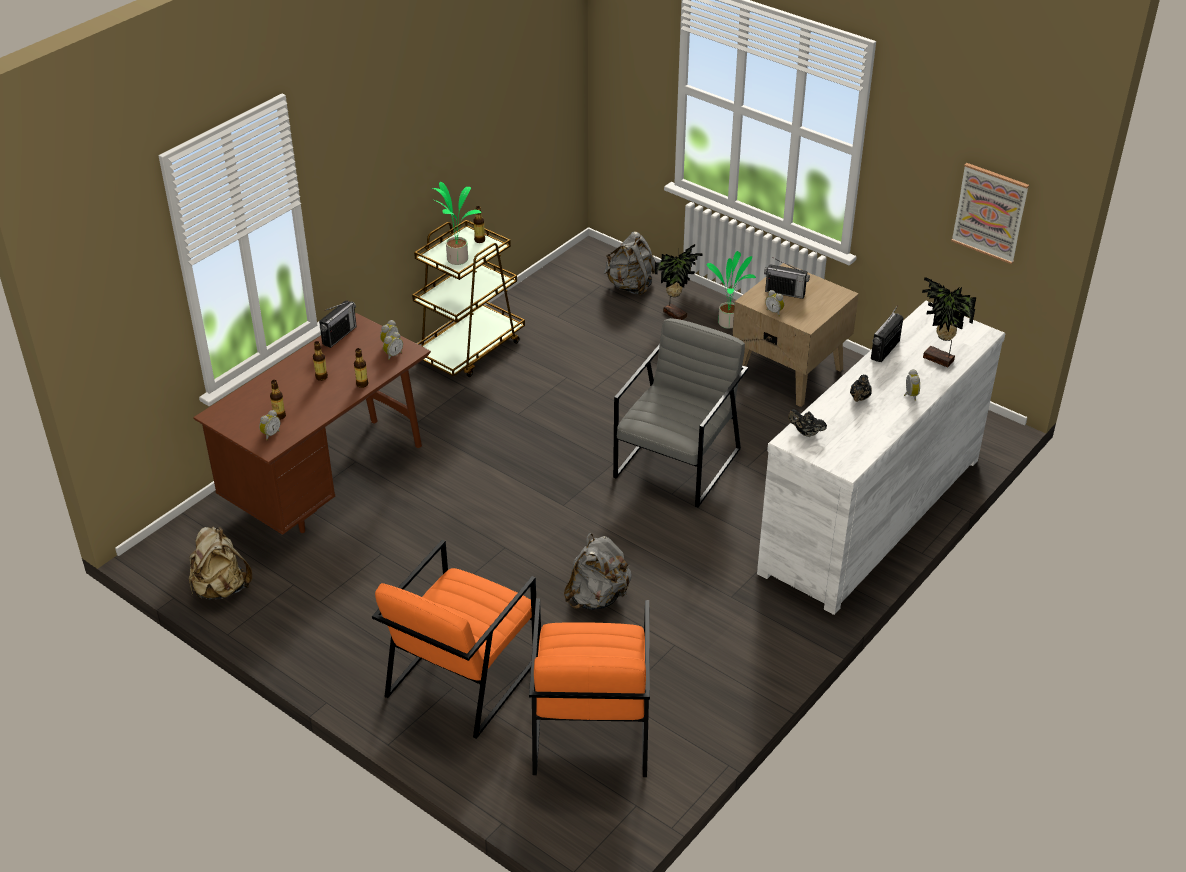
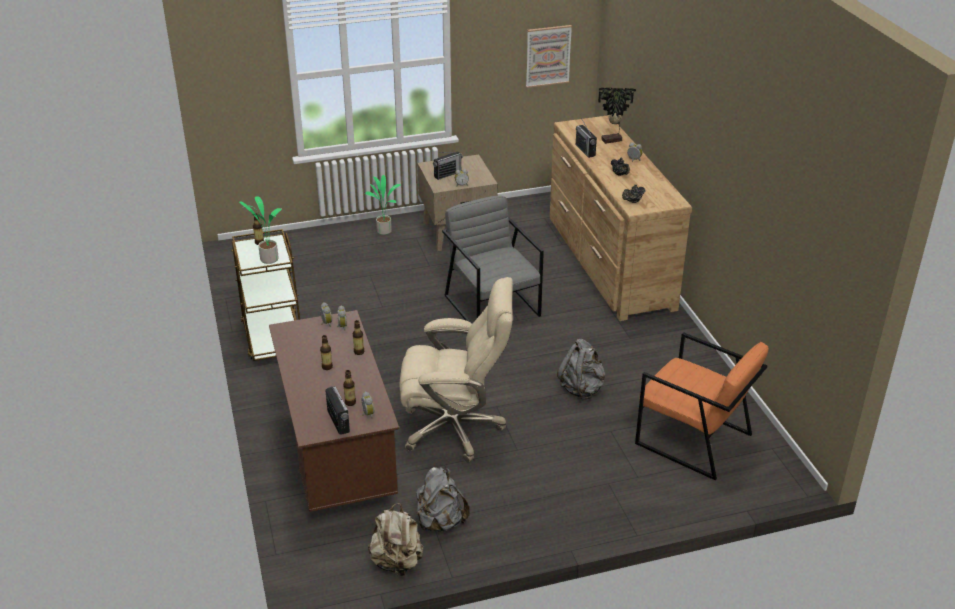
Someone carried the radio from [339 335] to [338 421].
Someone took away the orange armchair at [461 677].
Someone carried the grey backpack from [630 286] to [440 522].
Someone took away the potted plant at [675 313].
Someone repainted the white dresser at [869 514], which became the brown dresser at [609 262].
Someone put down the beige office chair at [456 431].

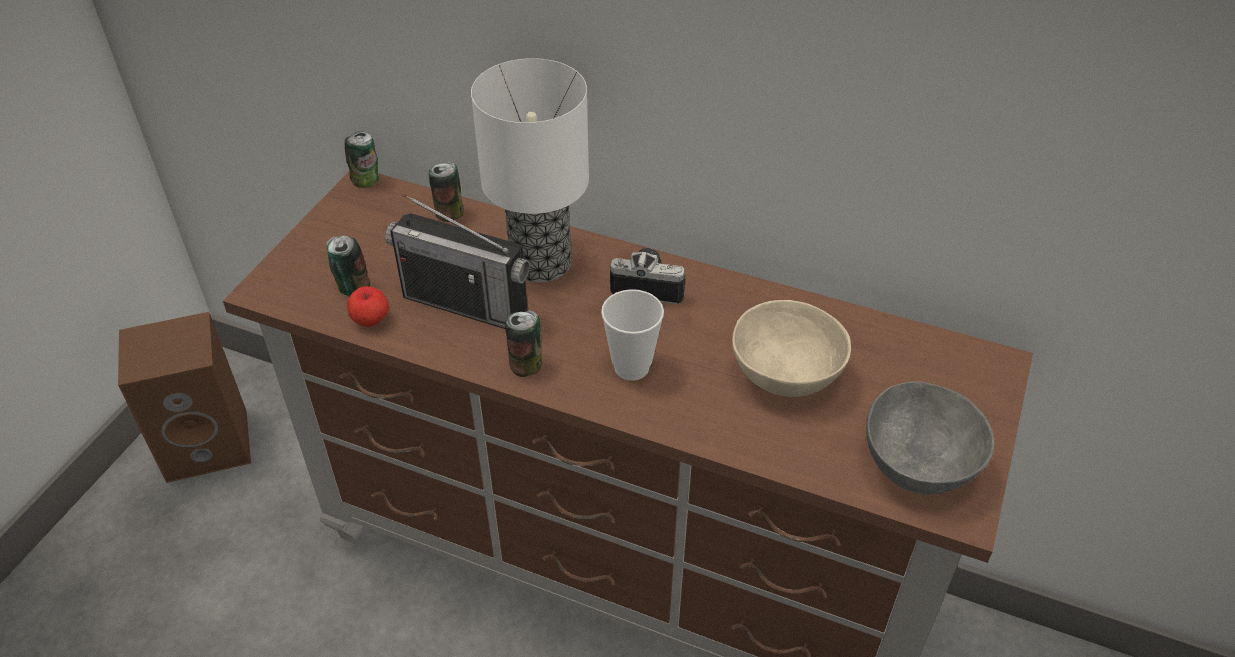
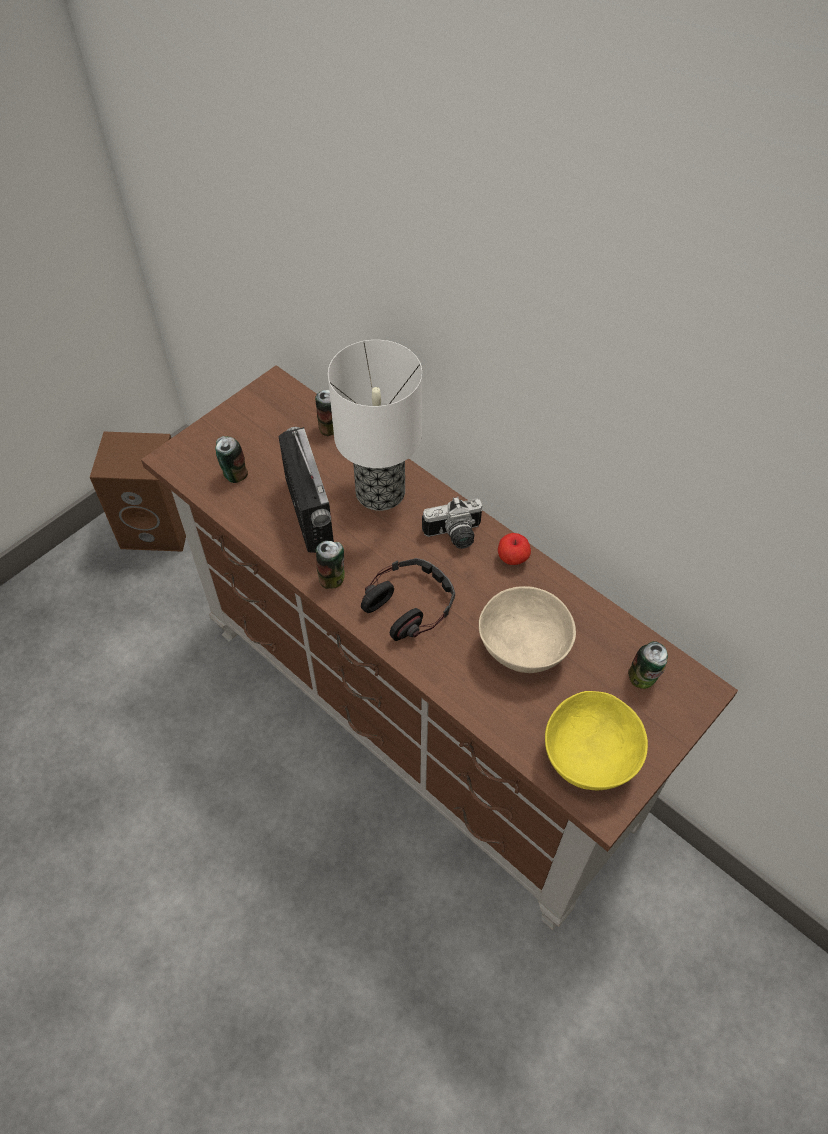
Someone carried the can from [367 181] to [643 678].
Someone carried the apple from [371 320] to [512 558].
Someone rotated the radio at [465 304] by 150 degrees counterclockwise.
Someone swapped the cup at [631 367] for the headphones at [409 604].
Someone rotated the photo camera at [649 285] by 135 degrees clockwise.
Someone repainted the grey bowl at [919 464], which became the yellow bowl at [590 756].

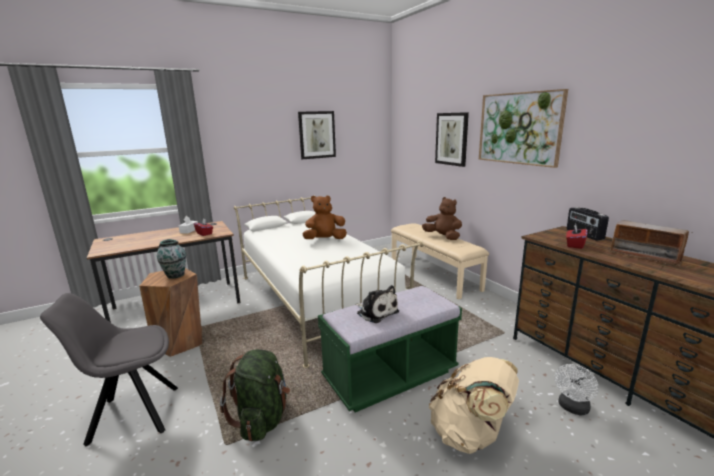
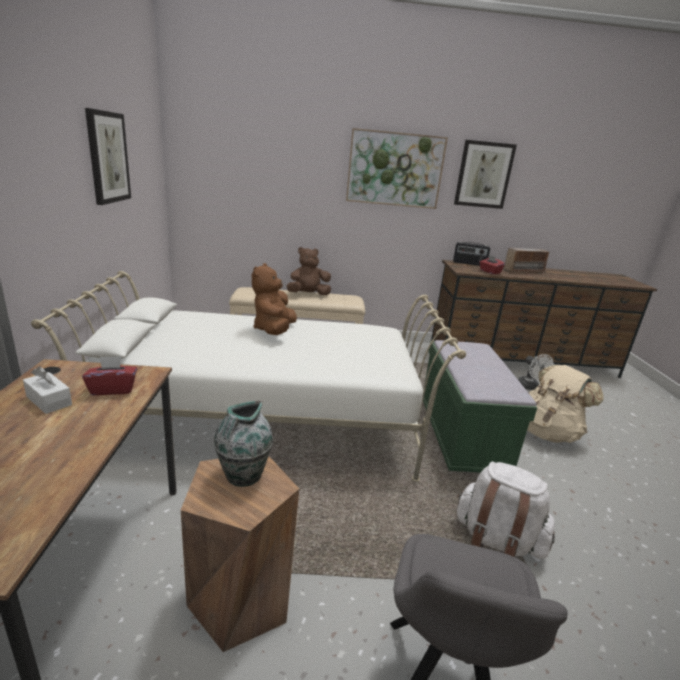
Someone repainted the green backpack at [262 419], which became the white backpack at [496 541].
Someone took away the plush toy at [376 312].
Someone carried the picture from [452 139] to [483 175].

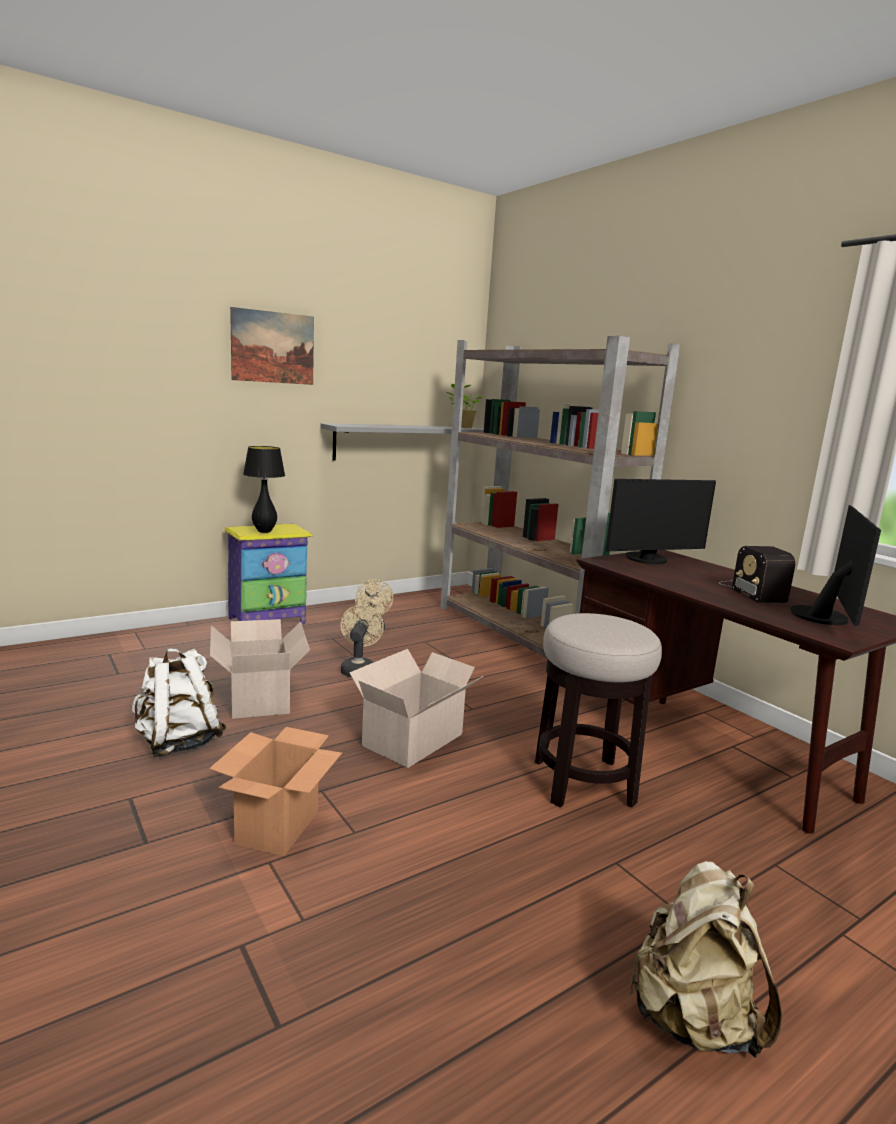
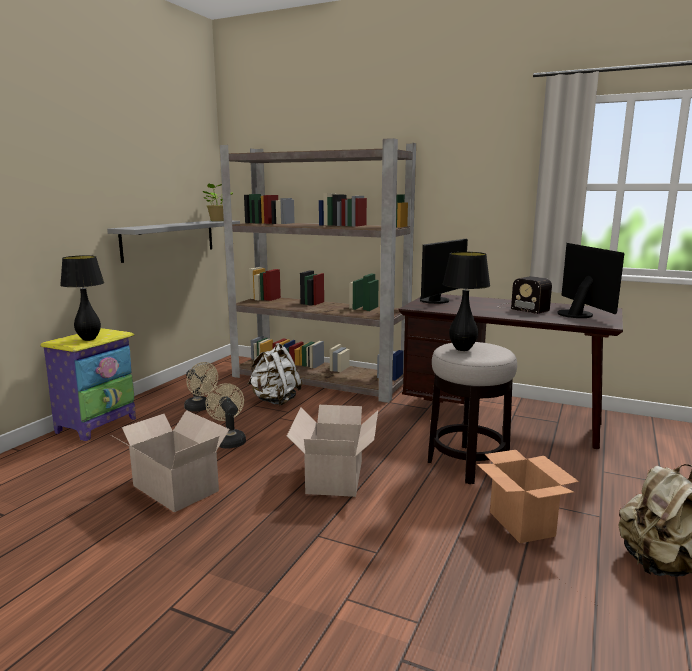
Someone carried the white backpack from [178 742] to [275 400].
Someone carried the cardboard box from [277 826] to [520 523].
Someone took away the picture at [273 347].
Someone put down the black table lamp at [462 349].

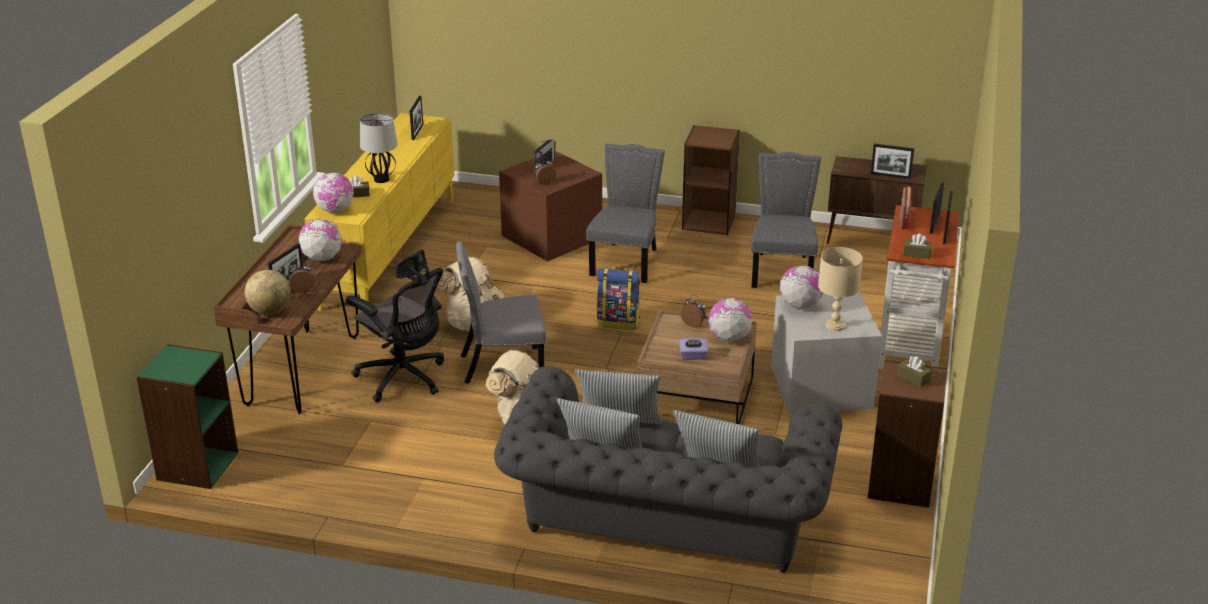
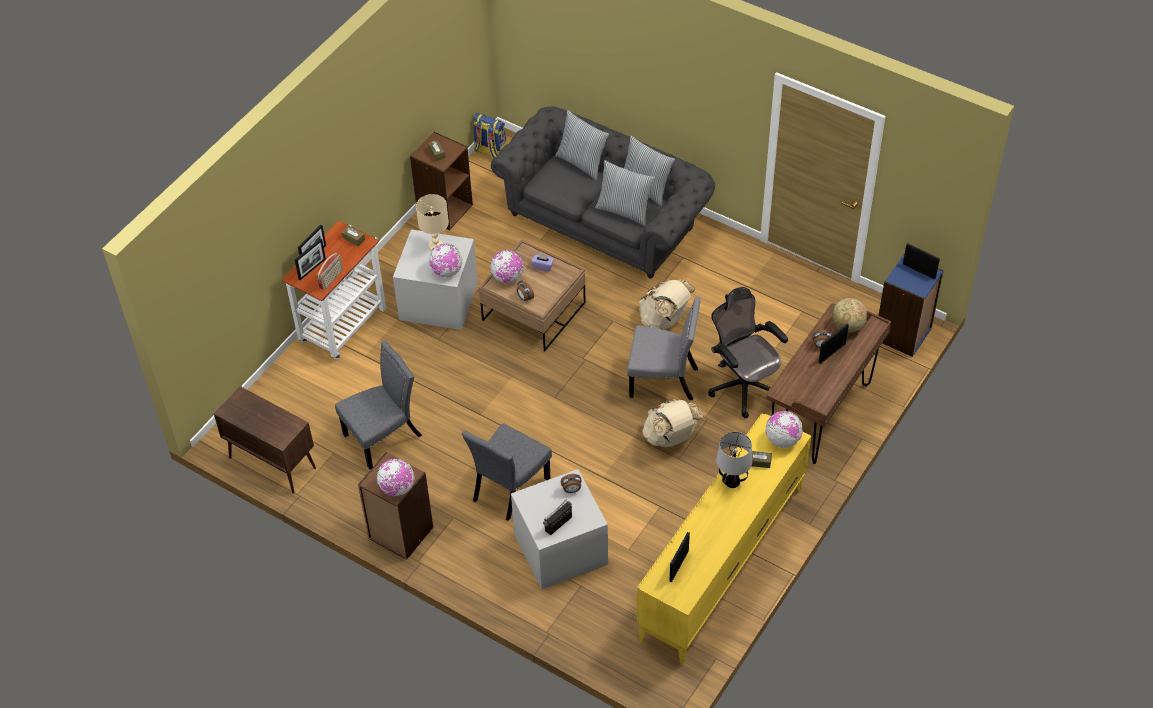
Someone repainted the green bookcase at [197 466], which became the blue bookcase at [903 334].
Someone carried the globe from [322 258] to [397 488].
Someone repainted the brown storage box at [551 236], which became the grey storage box at [560 550].
Someone carried the backpack from [618 322] to [490 151].
Someone rotated the grey chair at [782 273] by 150 degrees counterclockwise.
Someone carried the picture frame from [890 175] to [919 271].

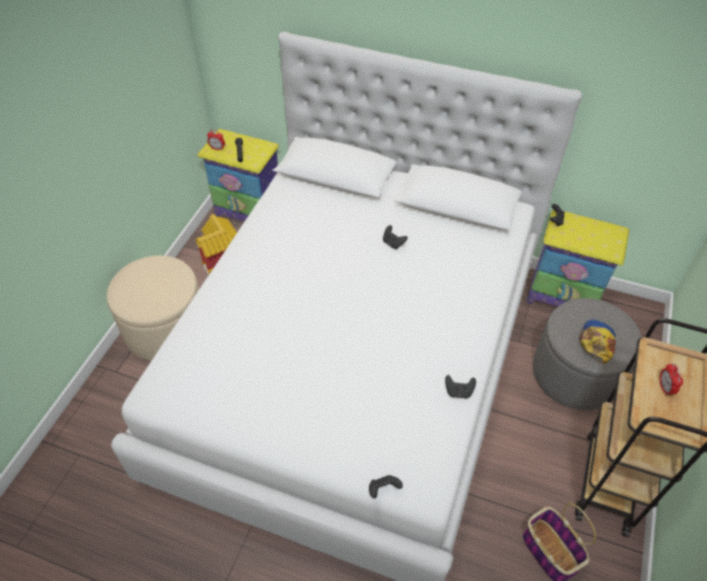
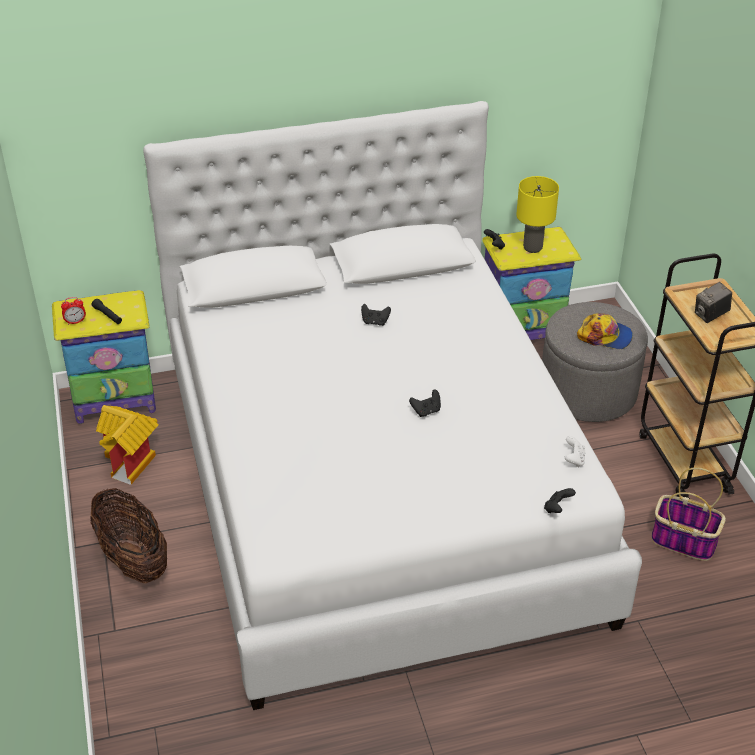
Someone swapped the beige ottoman at [166 329] for the basket at [133 559].
Someone carried the black game controller from [458 392] to [426 411].
Someone rotated the cap at [596 342] by 120 degrees clockwise.
Someone swapped the alarm clock at [664 388] for the photo camera at [710 315].
Someone put down the yellow table lamp at [531 248].
Someone put down the white game controller at [574 460].

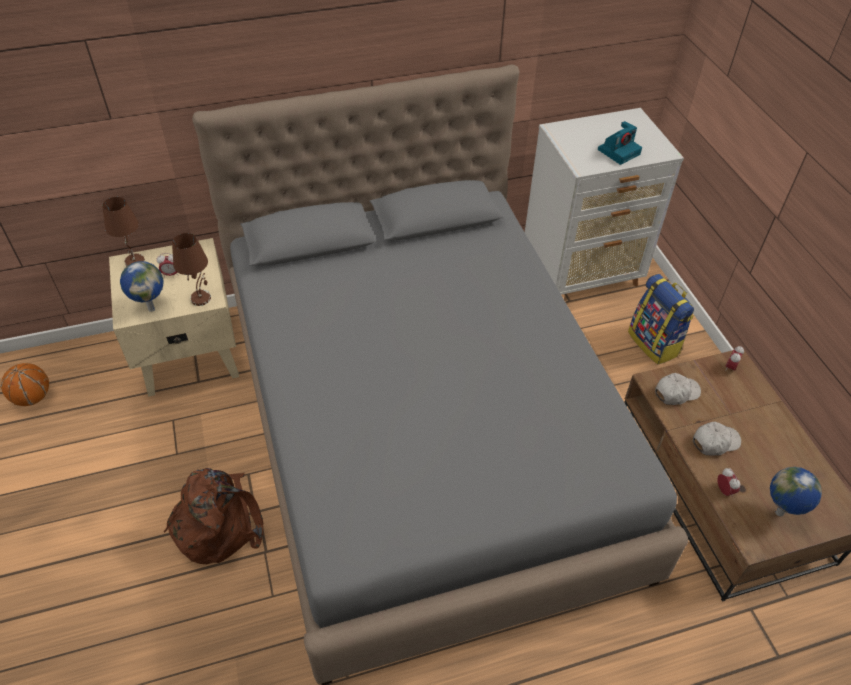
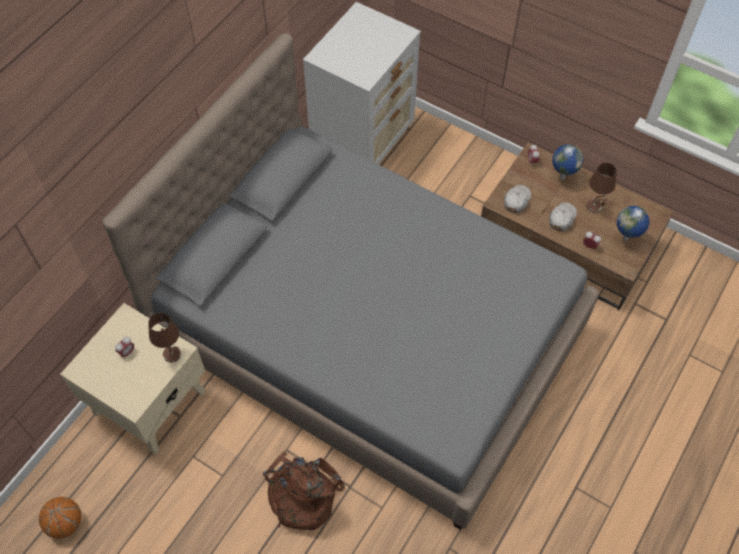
Someone carried the brown table lamp from [135 262] to [594 206].
Someone carried the globe from [151 308] to [561 177].
Someone took away the photo camera at [619 151].
Someone took away the backpack at [654 343].

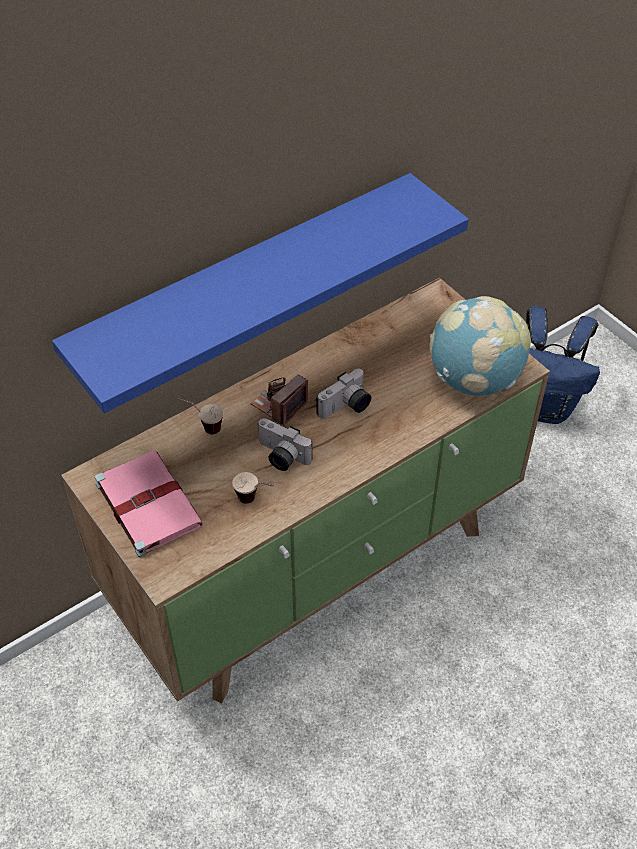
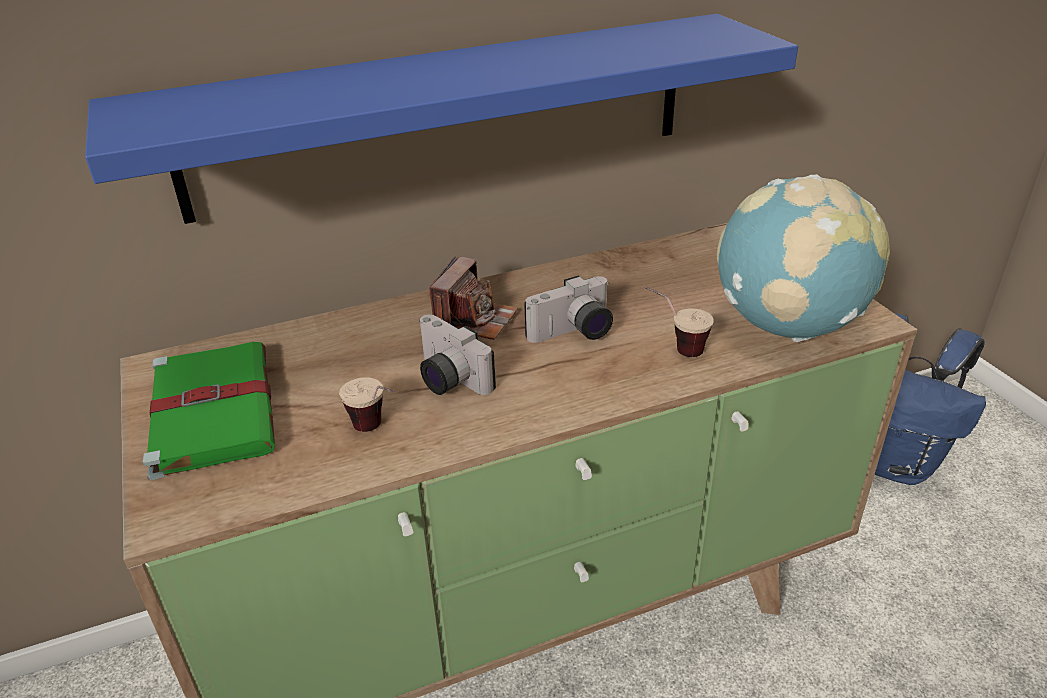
Someone repainted the pink book at [147 503], which became the green book at [212 409].
Someone carried the cup from [203 427] to [674 347].
Someone rotated the photo camera at [280 405] by 150 degrees clockwise.

